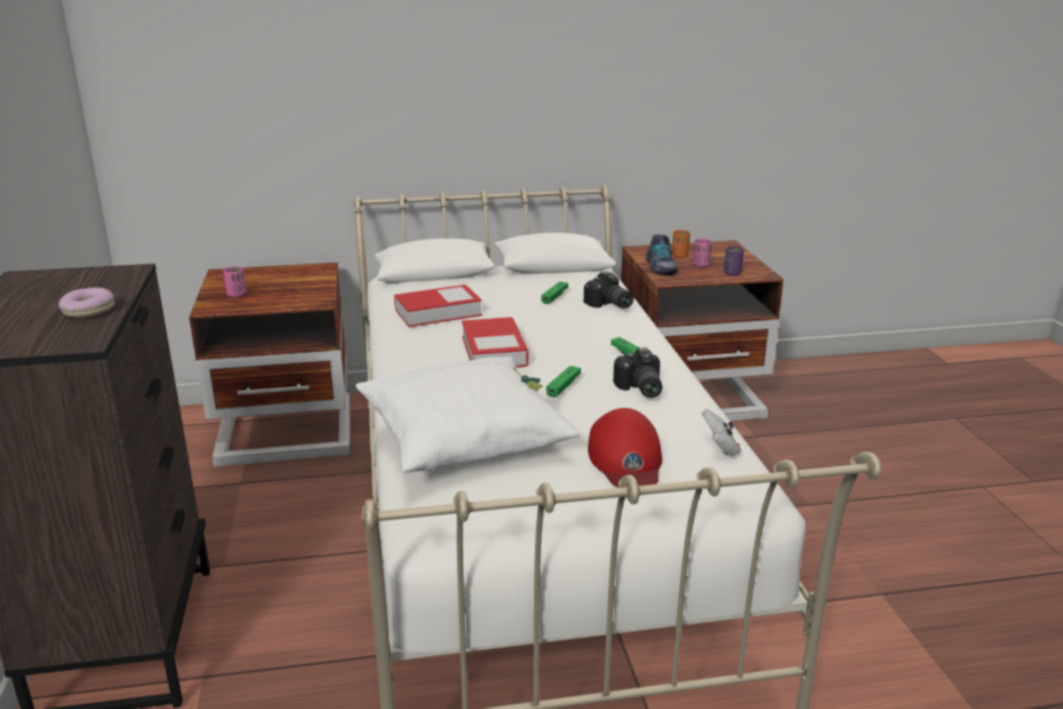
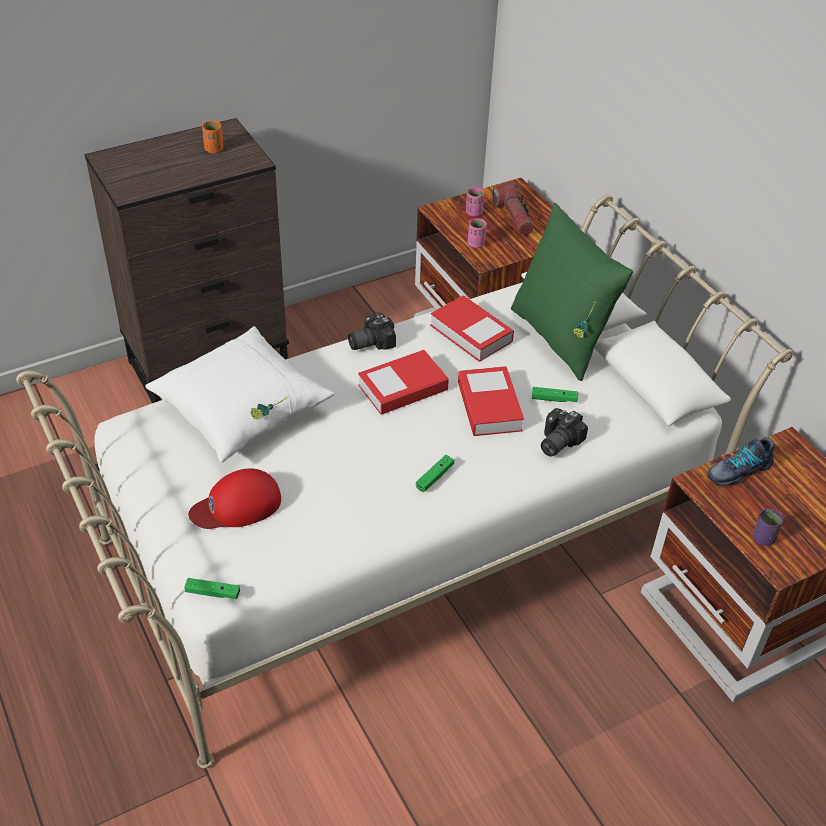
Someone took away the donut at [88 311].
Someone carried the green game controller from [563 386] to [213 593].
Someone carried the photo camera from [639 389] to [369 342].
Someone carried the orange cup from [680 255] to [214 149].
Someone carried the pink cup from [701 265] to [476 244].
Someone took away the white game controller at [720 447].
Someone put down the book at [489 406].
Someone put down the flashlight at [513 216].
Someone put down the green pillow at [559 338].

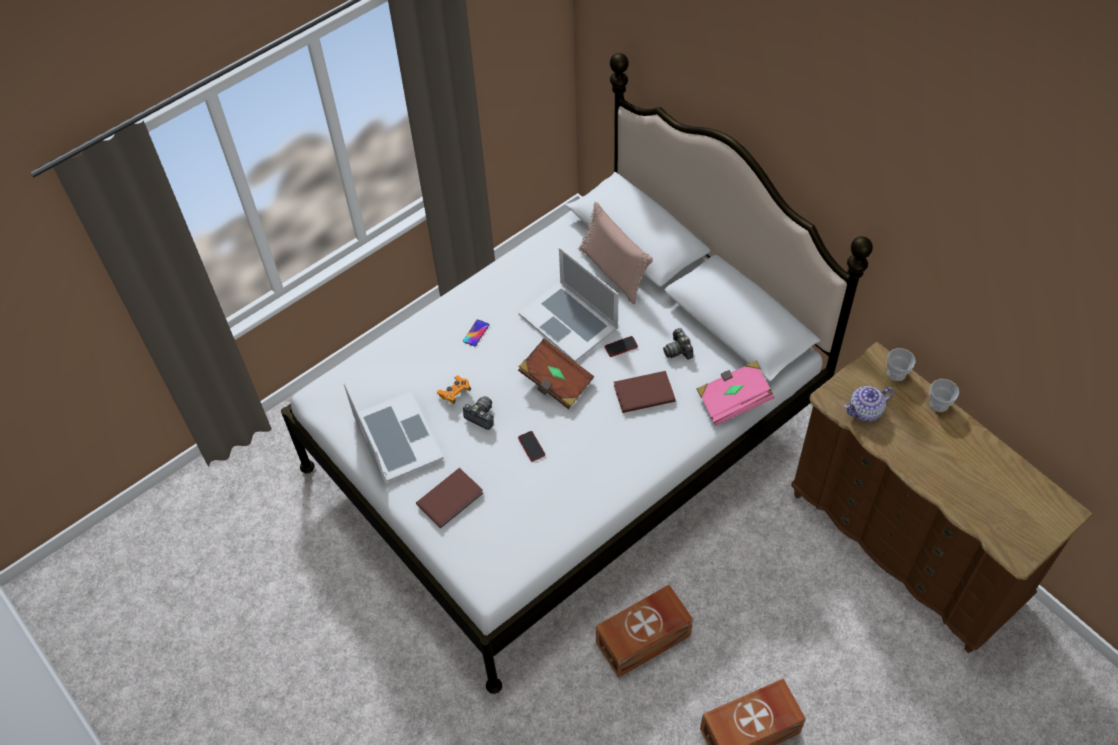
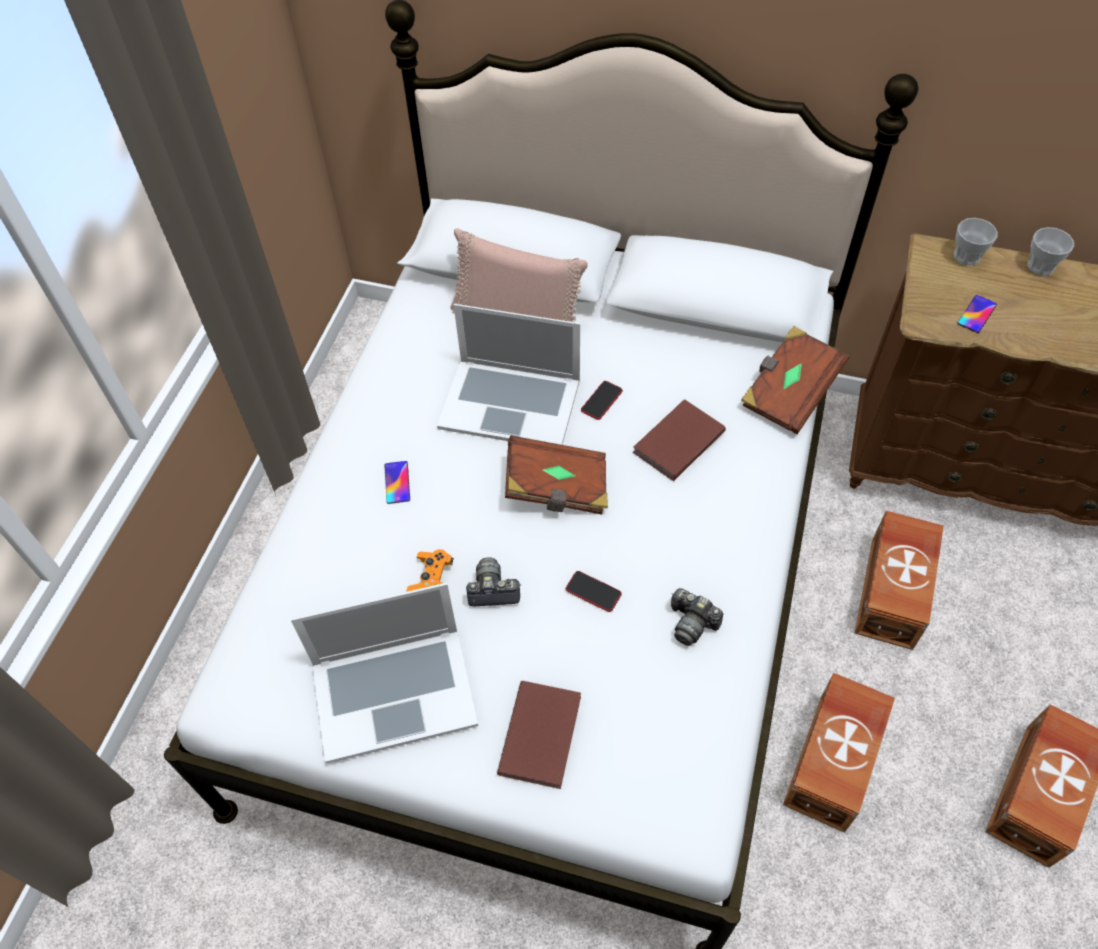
Someone rotated the laptop at [396 437] by 135 degrees clockwise.
Someone carried the photo camera from [678 350] to [692 623].
Someone repainted the pink book at [733 400], which became the brown book at [789 392].
Someone swapped the teapot at [865 411] for the phone at [976 314].
Someone put down the brown storage box at [893 591].

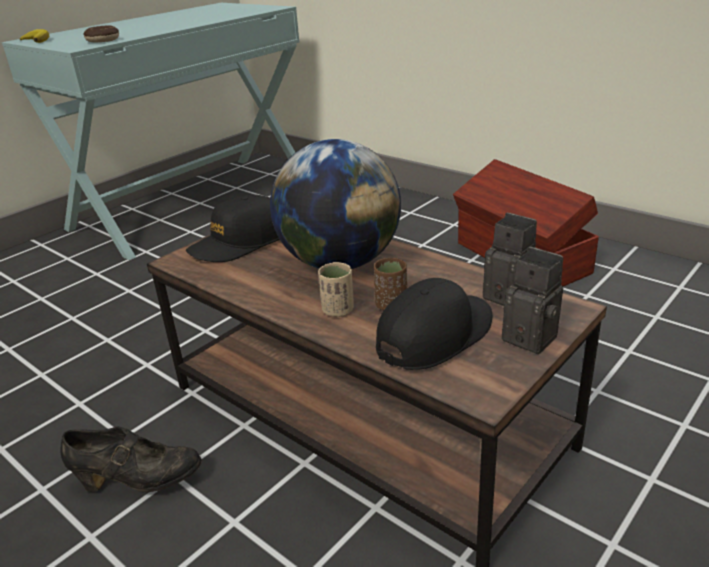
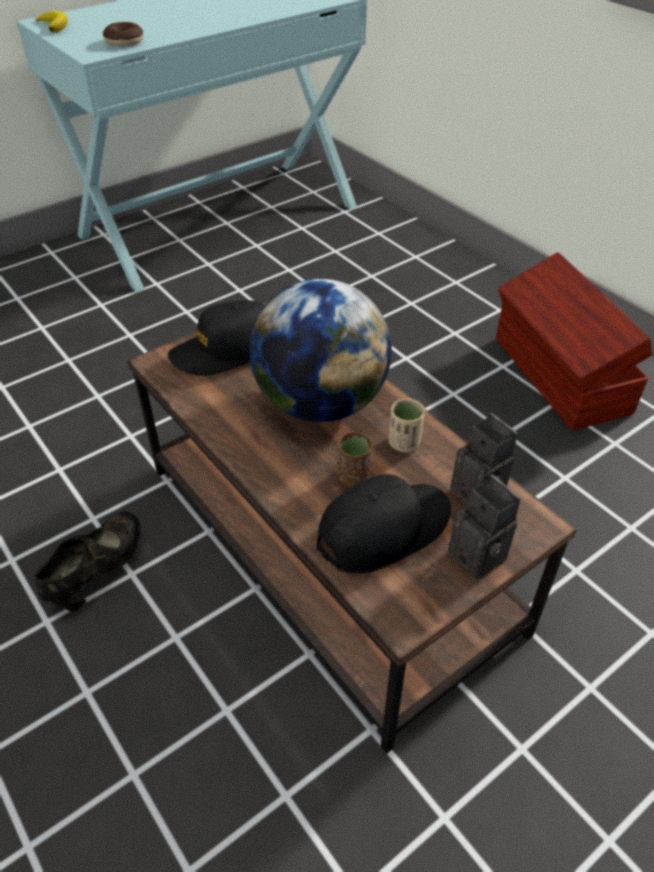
Someone rotated the black shoe at [138 481] by 75 degrees counterclockwise.
Someone carried the beige cup from [338 310] to [404 443].

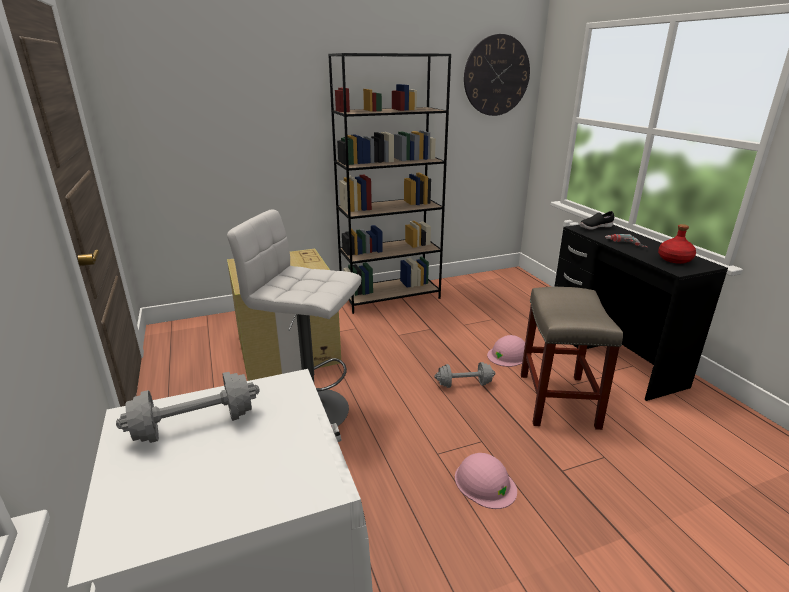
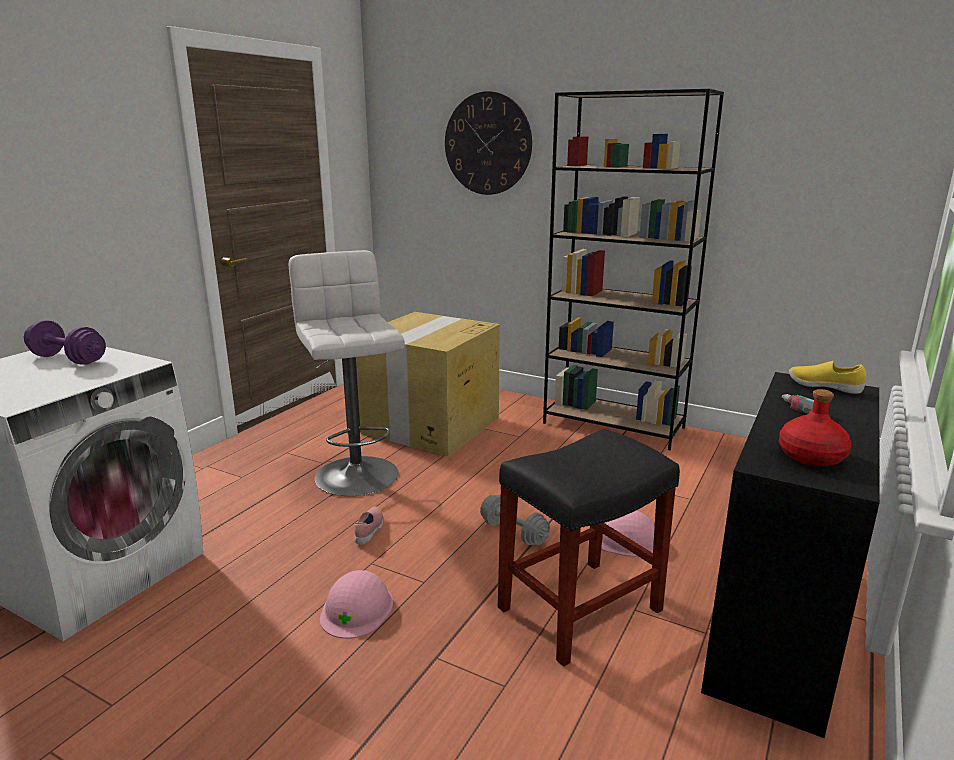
Someone repainted the grey dumbbell at [195 425], which became the purple dumbbell at [68 359].
Someone carried the wall clock from [496 76] to [487 144].
Someone repainted the beige stool at [557 399], which became the black stool at [581 608].
Someone repainted the black shoe at [595 227], which became the yellow shoe at [824 387].
Someone put down the pink shoe at [369 531].

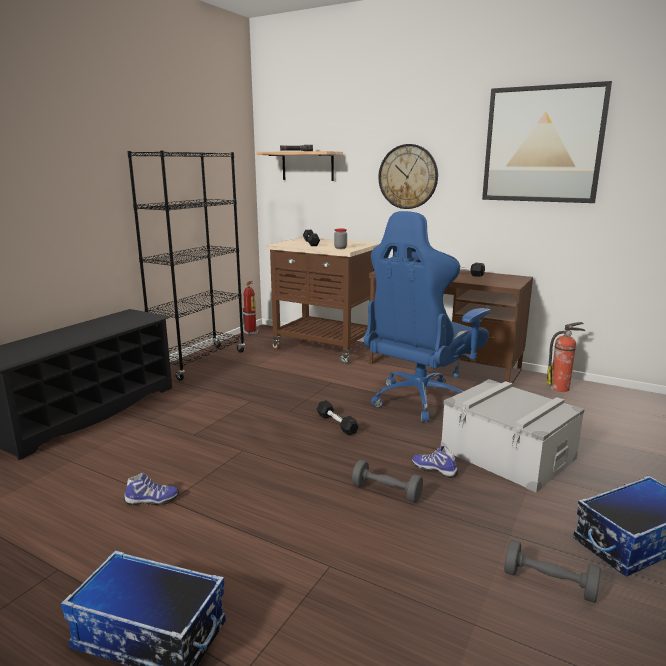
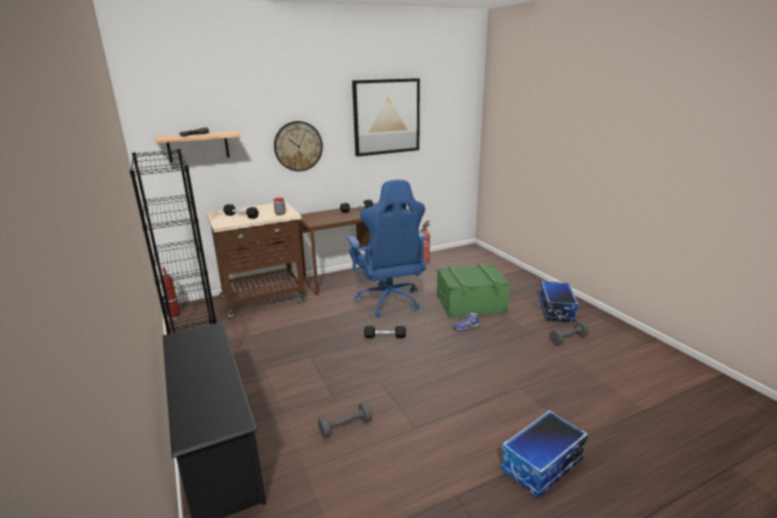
Someone took away the shoe at [152 501].
Someone carried the grey dumbbell from [386 491] to [345 427].
Someone repainted the grey storage box at [507 454], which became the green storage box at [471 303].

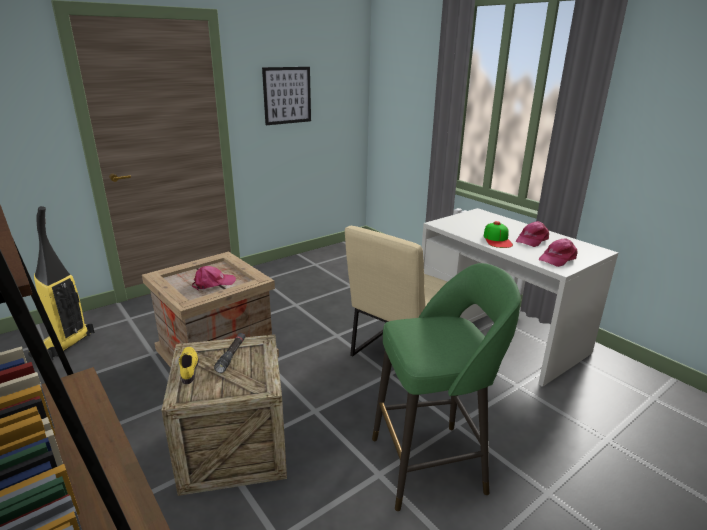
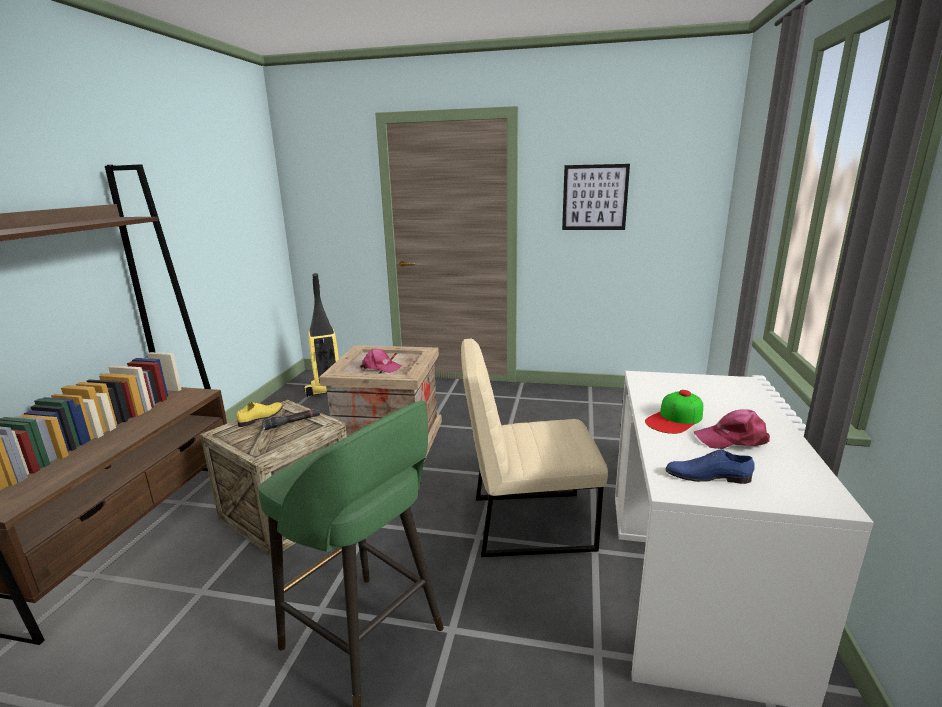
Someone swapped the pink cap at [557 258] for the blue shoe at [707 475].

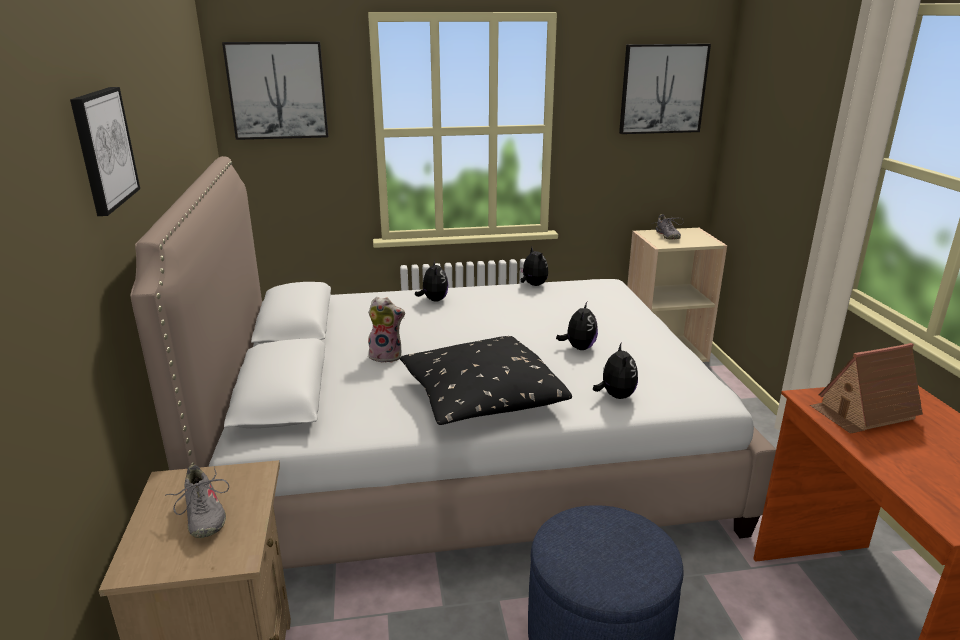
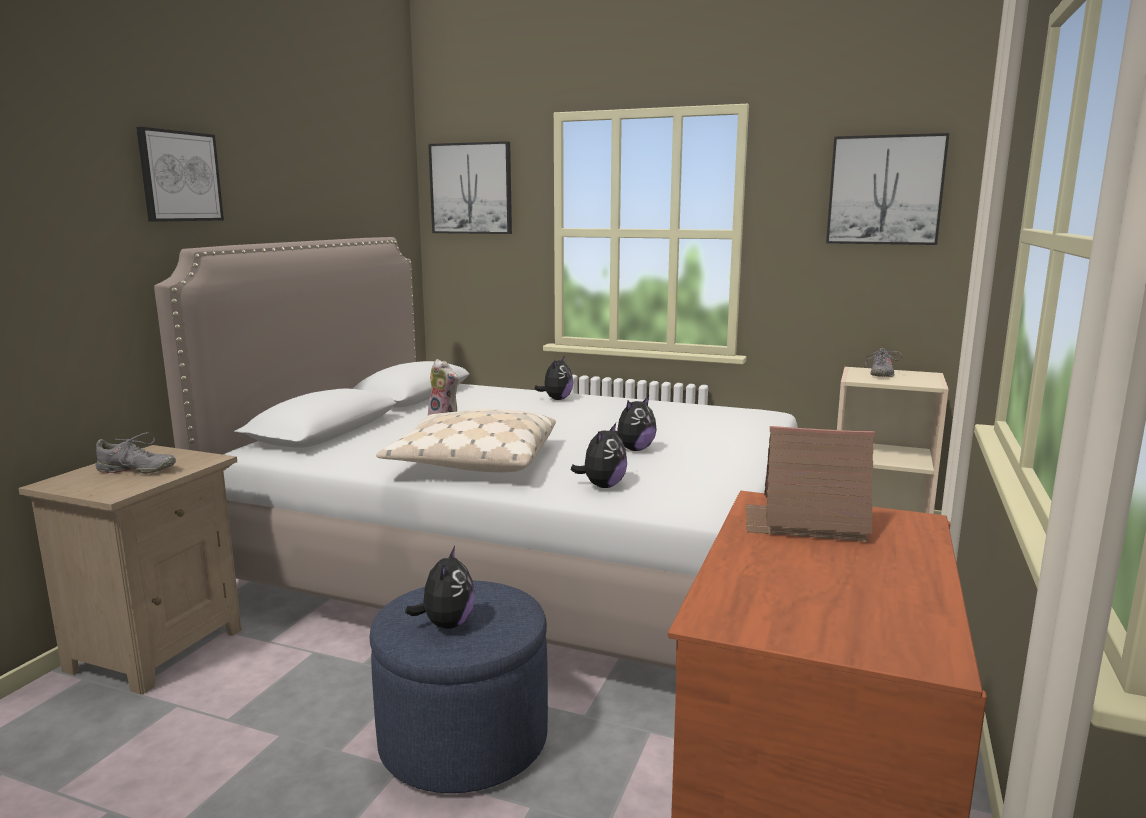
Someone rotated the grey shoe at [203 515] by 90 degrees counterclockwise.
Someone repainted the black pillow at [480 396], which became the beige pillow at [473 461].
Someone carried the plush toy from [533 285] to [446 624].

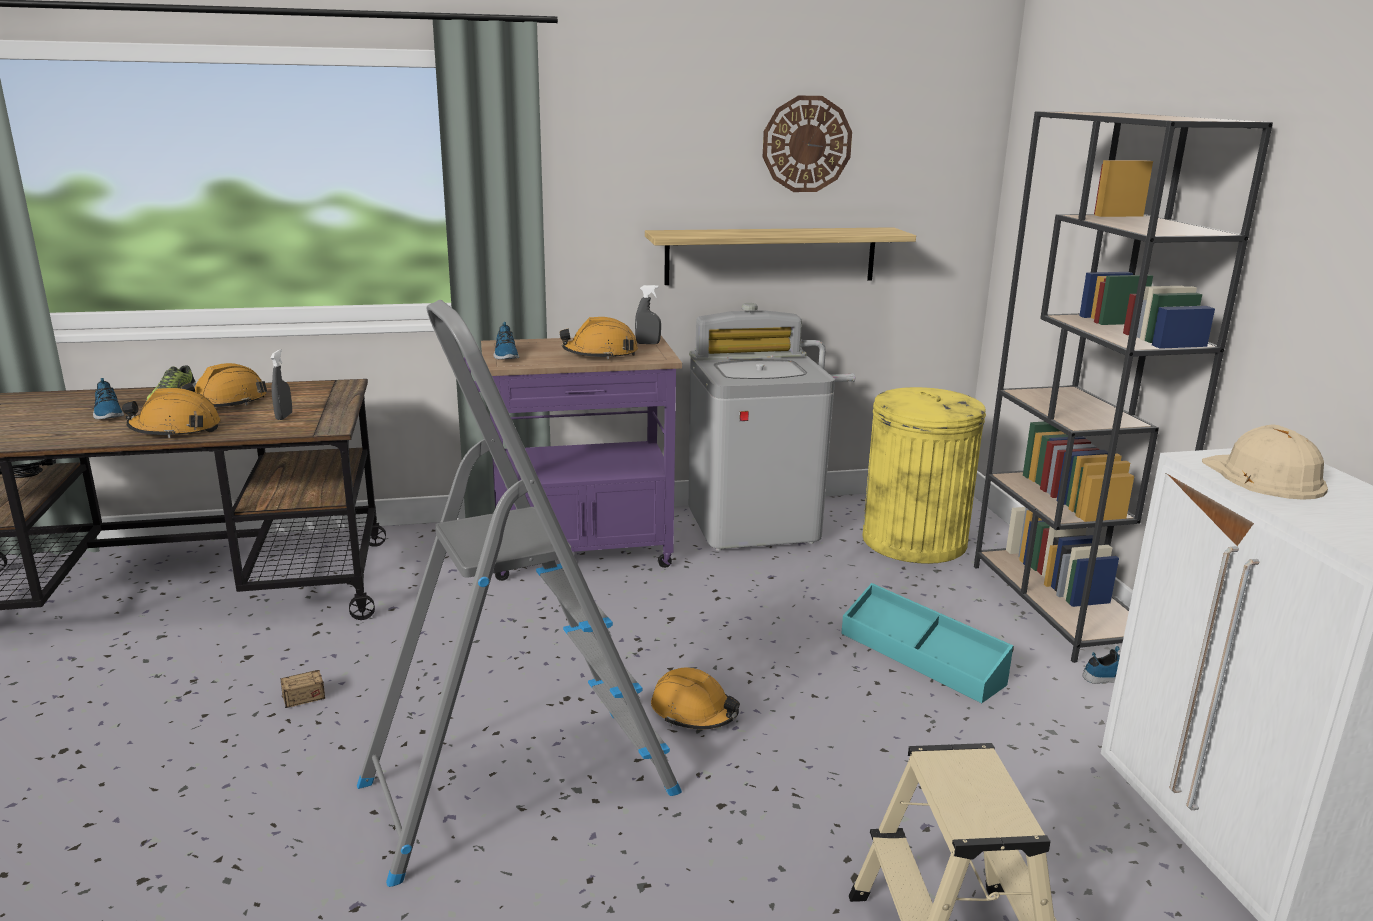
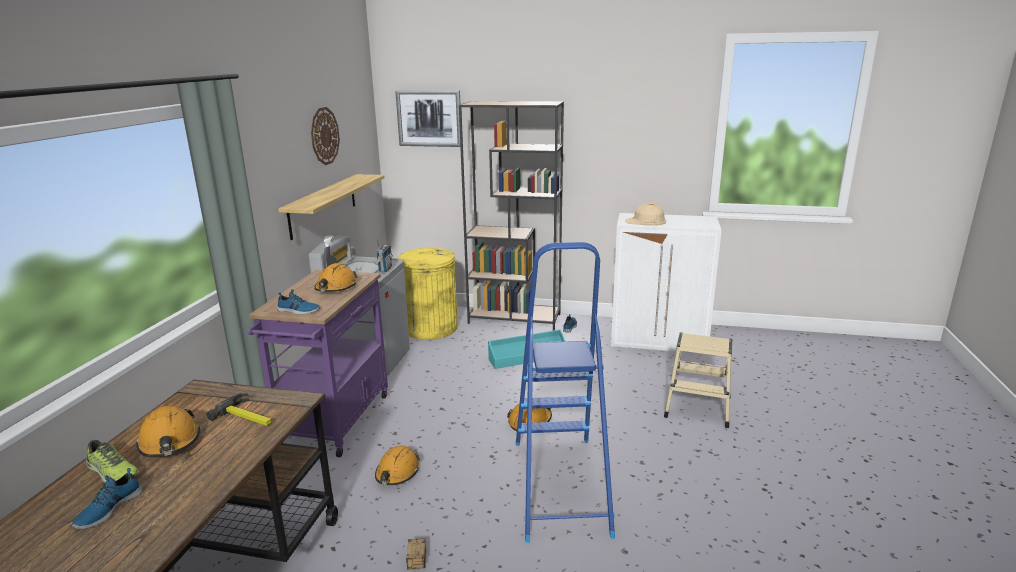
Someone rotated the shoe at [107 413] by 120 degrees clockwise.
Someone carried the orange hard hat from [176 429] to [397 473].
Someone swapped the grey spray bottle at [284 416] for the hammer at [248 417].
Someone repainted the grey step ladder at [521 788], which became the blue step ladder at [559 484].
Someone put down the radio at [385 269].
Someone put up the picture at [429 118].

